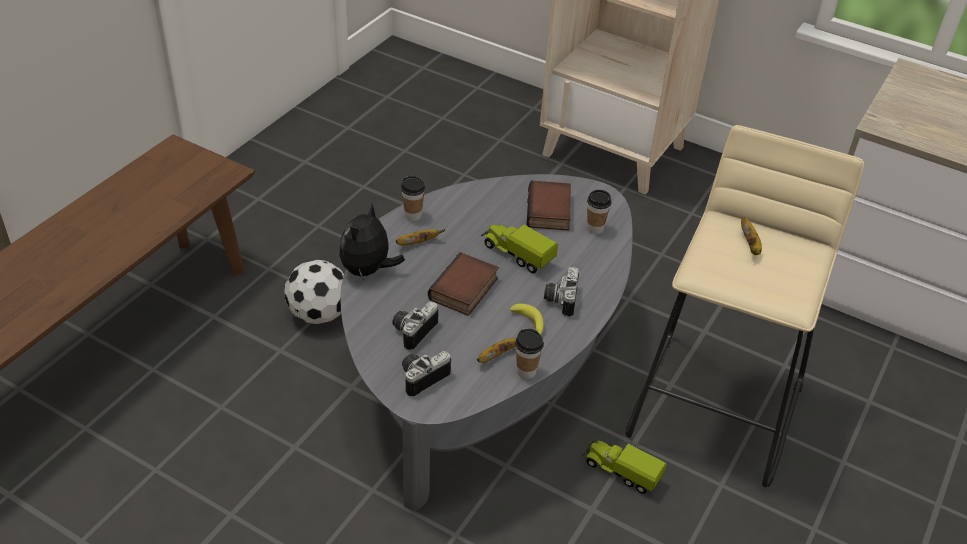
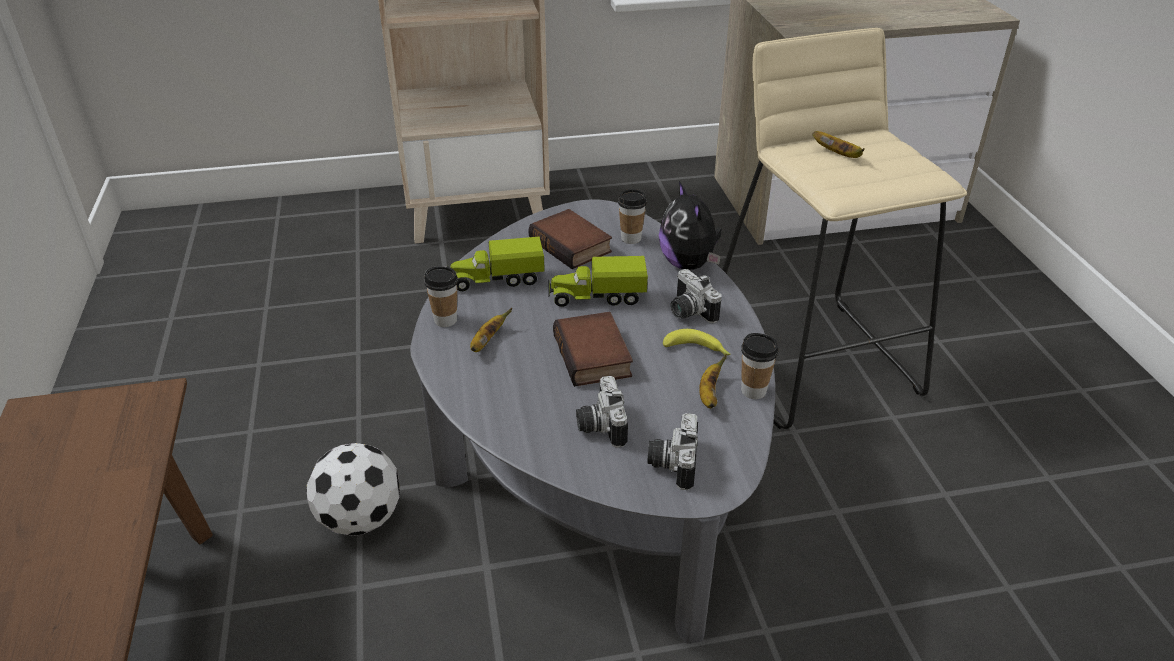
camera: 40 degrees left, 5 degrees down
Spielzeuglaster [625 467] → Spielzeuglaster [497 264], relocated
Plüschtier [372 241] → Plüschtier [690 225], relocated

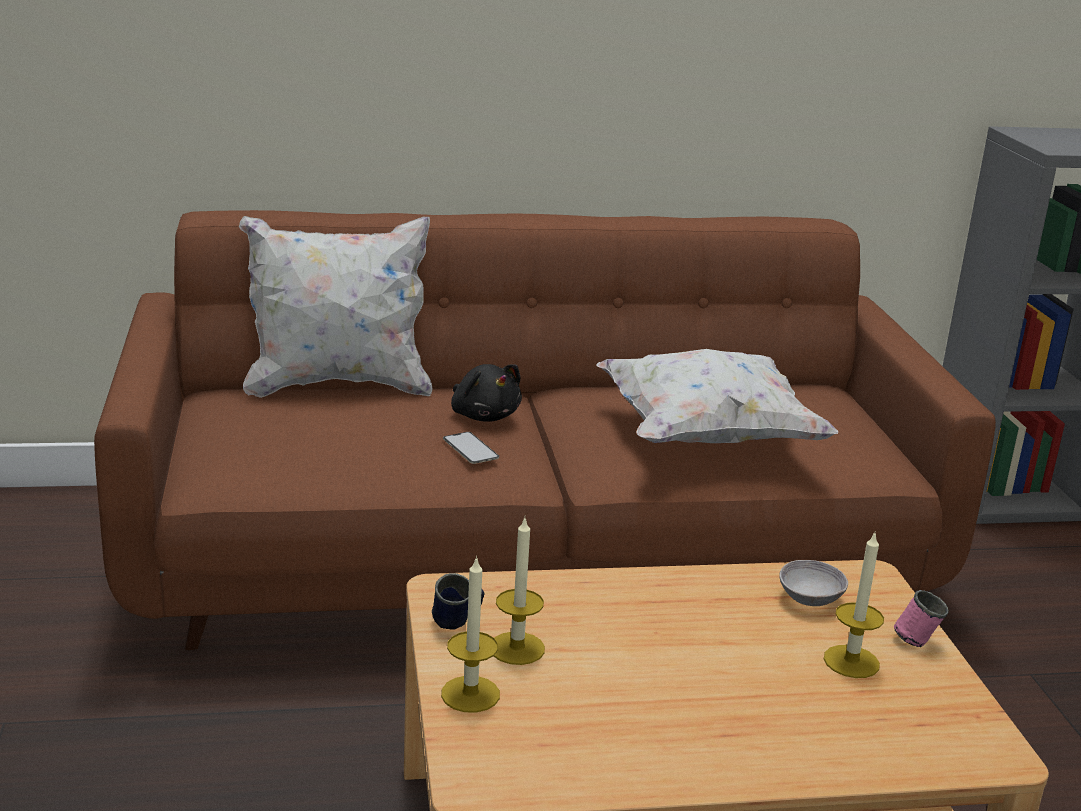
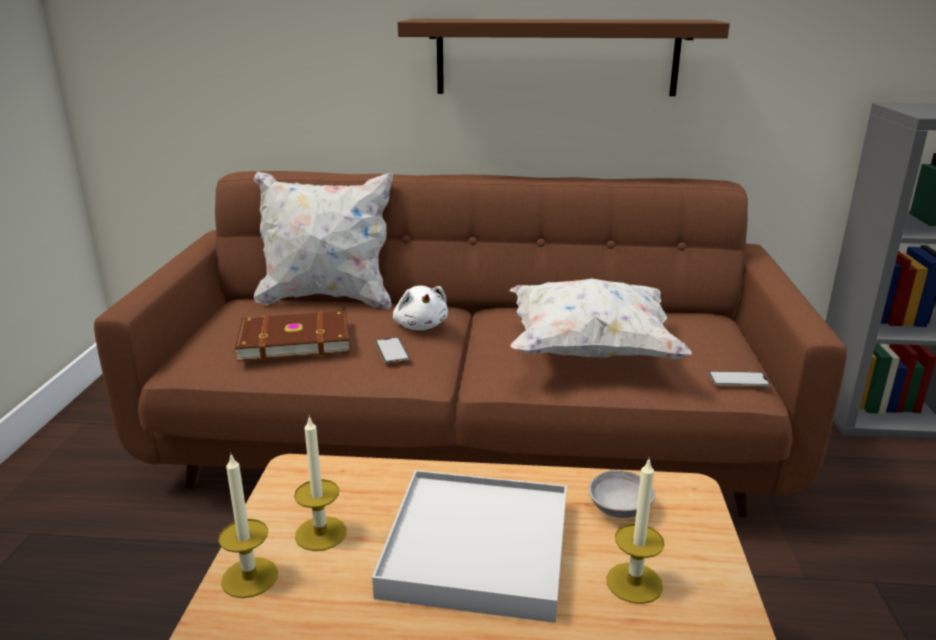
camera: 15 degrees right, 0 degrees up
- → Buch [braun] [292 336]
- → Tablett [weiß] [469 546]
Plüschtier [schwarz] [486 393] → Plüschtier [weiß] [420 308]
- → Wandregal [braun] [564 57]
- → Handy [739 378]
Henkelbecher [blau] [458 601] → -
Henkelbecher [rosa] [921 618] → -

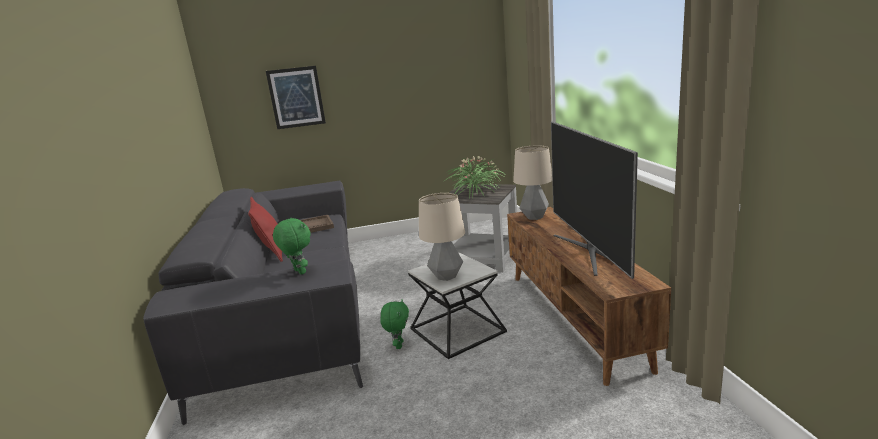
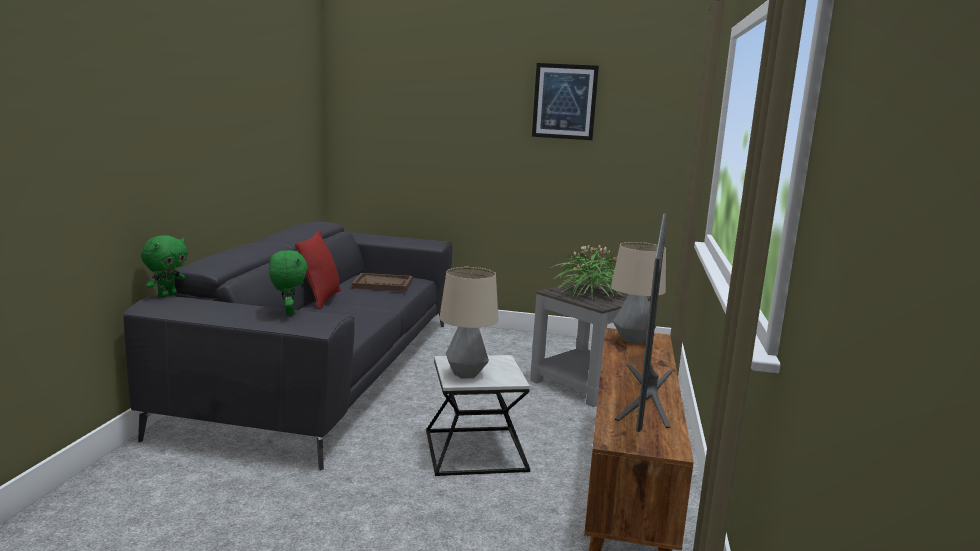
camera: 20 degrees right, 5 degrees down
Plüschtier [grün] [394 324] → Plüschtier [grün] [164 266], relocated
Bild [296 97] → Bild [565 101], relocated

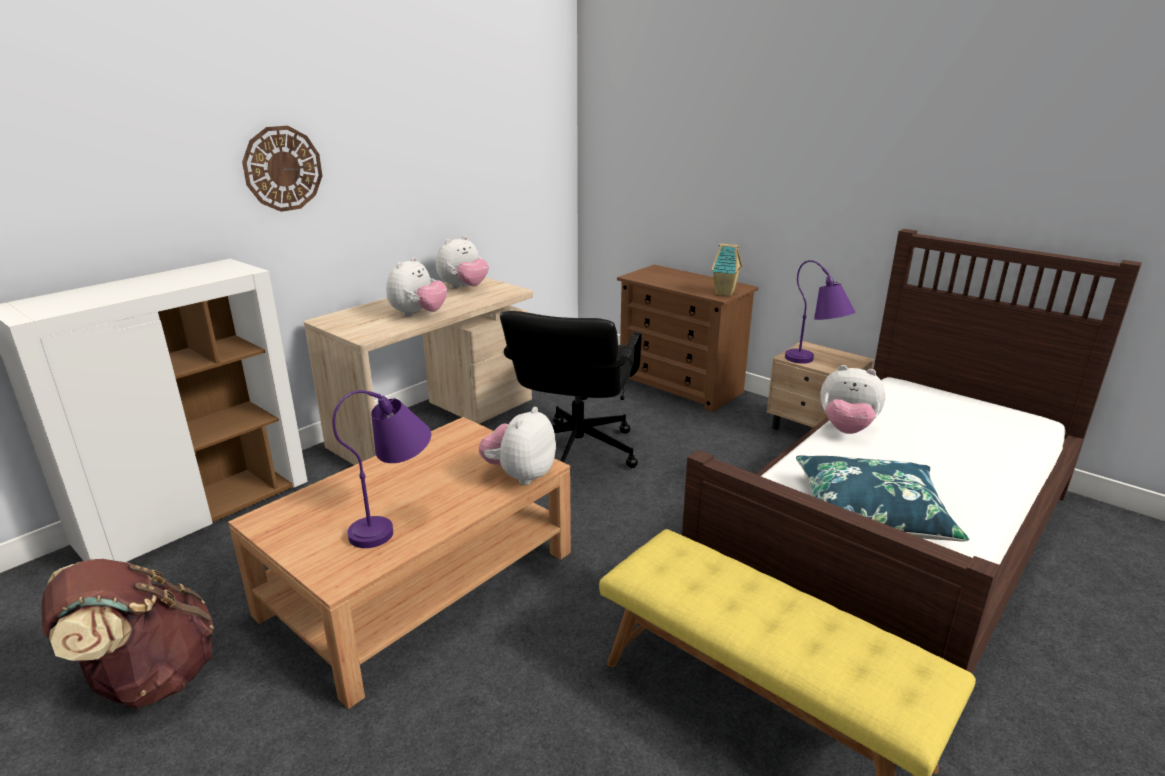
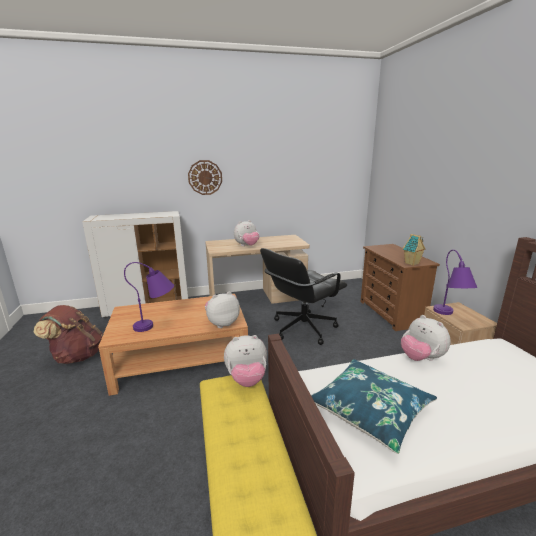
camera: 35 degrees right, 5 degrees down
Plüschtier [462 262] → Plüschtier [245 361], relocated

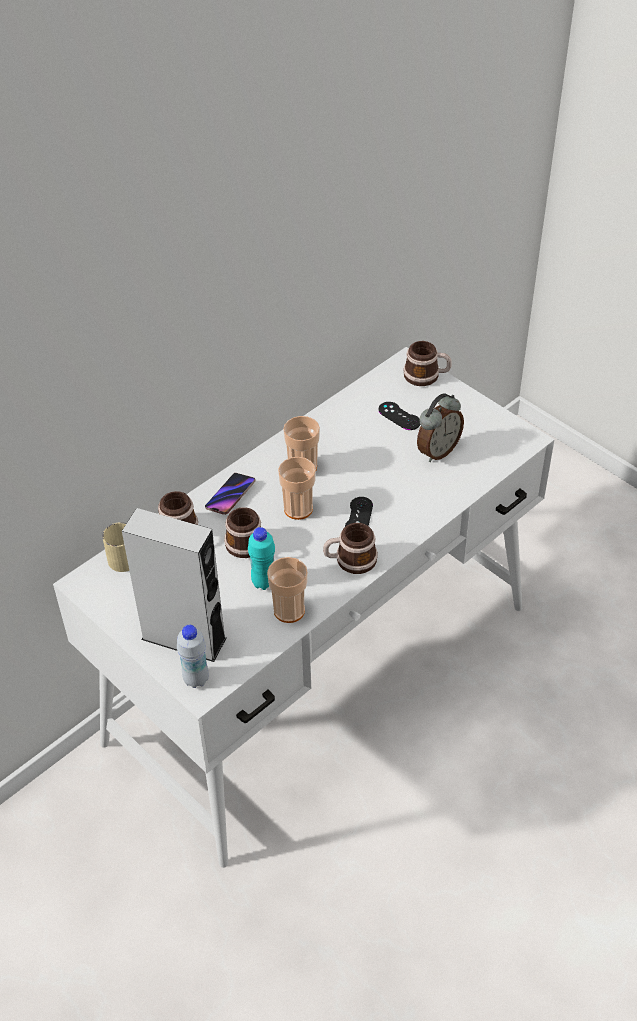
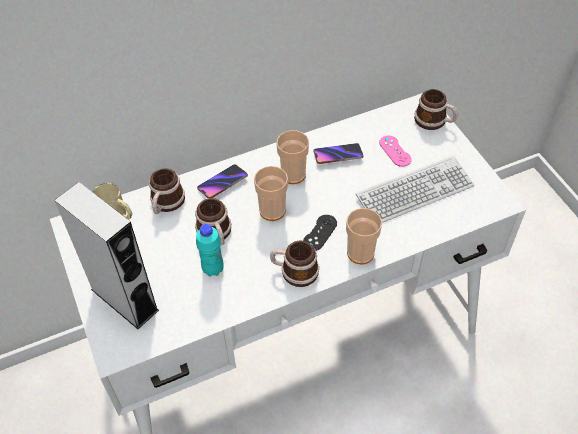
camera: 20 degrees right, 5 degrees up
- → Handy [338 153]
Tasse [287 590] → Tasse [364 236], relocated
Wecker [440 427] → Tastatur [415 189]
Gamepad [schwarz] [399 416] → Gamepad [rosa] [395 151]
Flasche [weiß] [193 656] → -

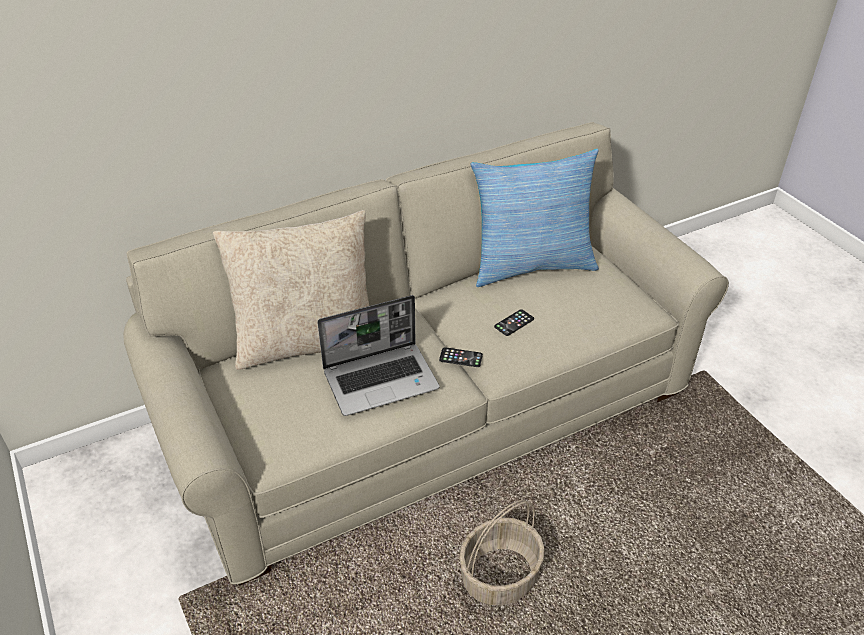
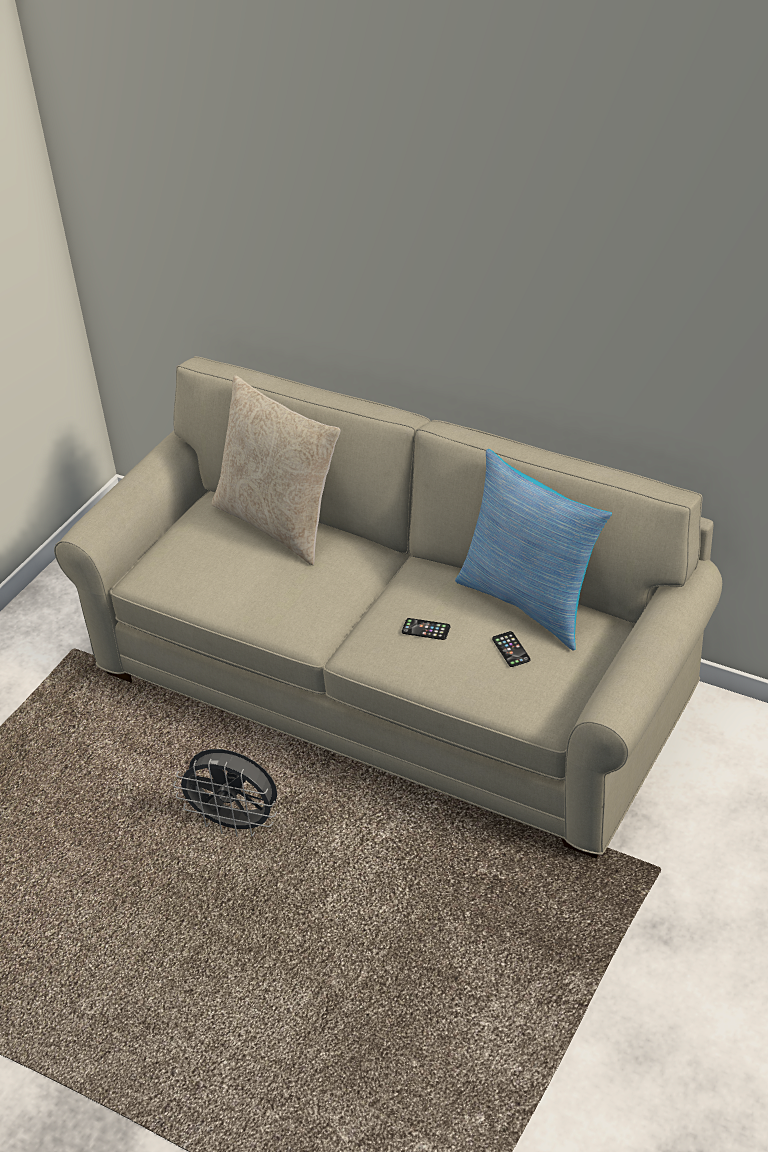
camera: 60 degrees right, 0 degrees up
Korb [502 552] → Ventilator [grau] [225 793]
Handy [461 357] → Handy [511 649], relocated
Laptop [378 355] → -

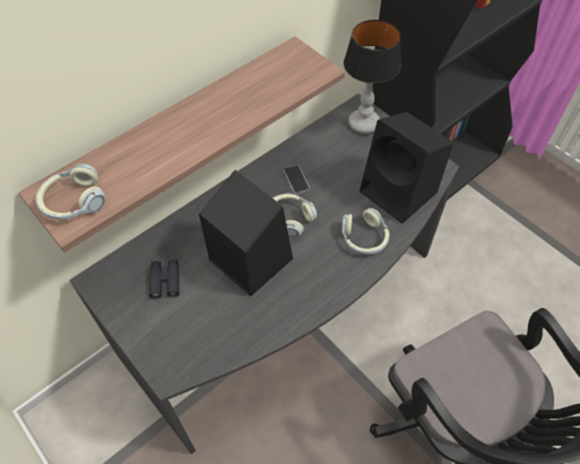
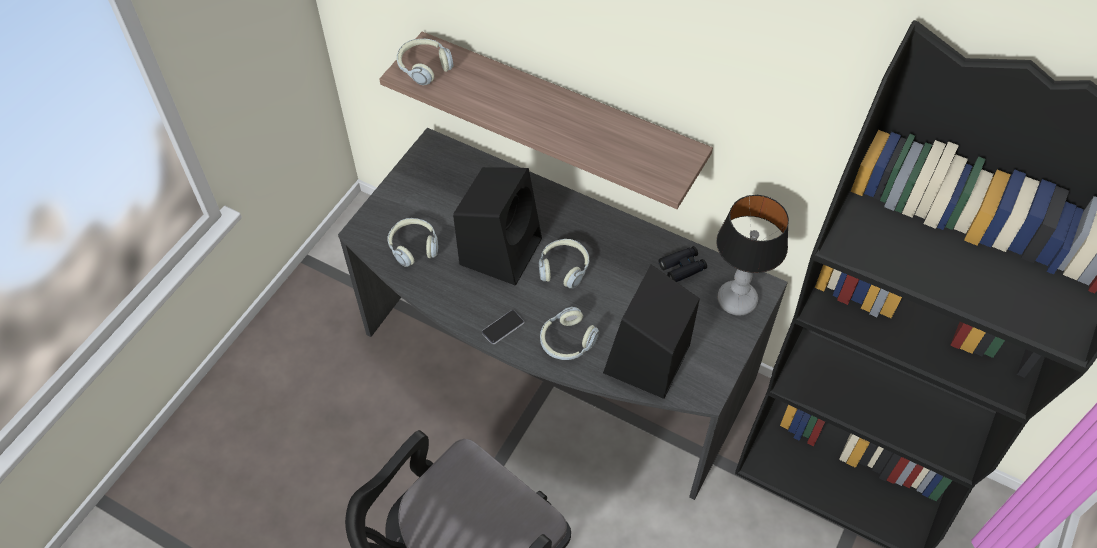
camera: 70 degrees right, 0 degrees up
- → Kopfhörer [412 242]
Handy [296 179] → Handy [503 327], relocated
Fernglas [schwarz] [164 279] → Fernglas [schwarz] [683 264], relocated

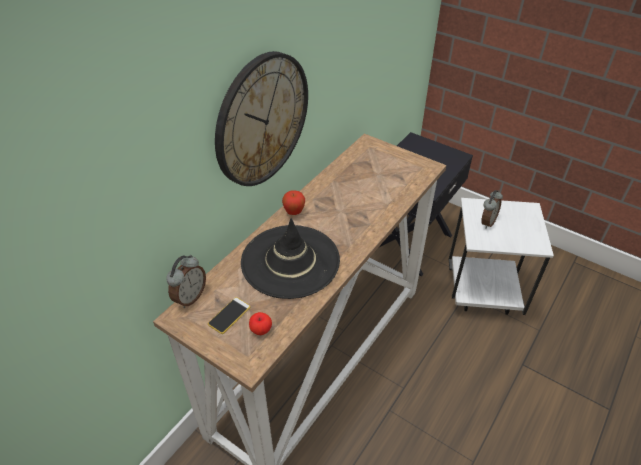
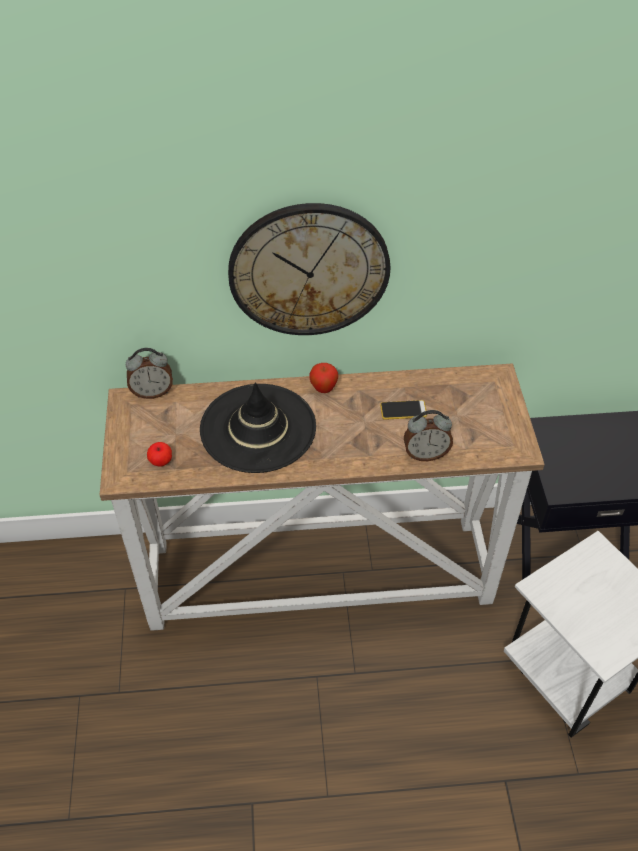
camera: 50 degrees right, 5 degrees up
Handy [229 315] → Handy [403 410], relocated
Wecker [492 209] → Wecker [428 435], relocated

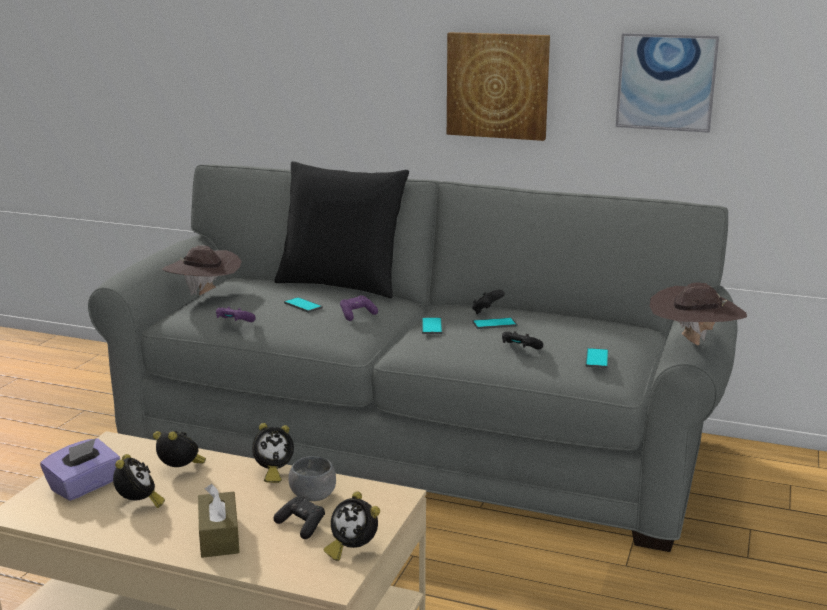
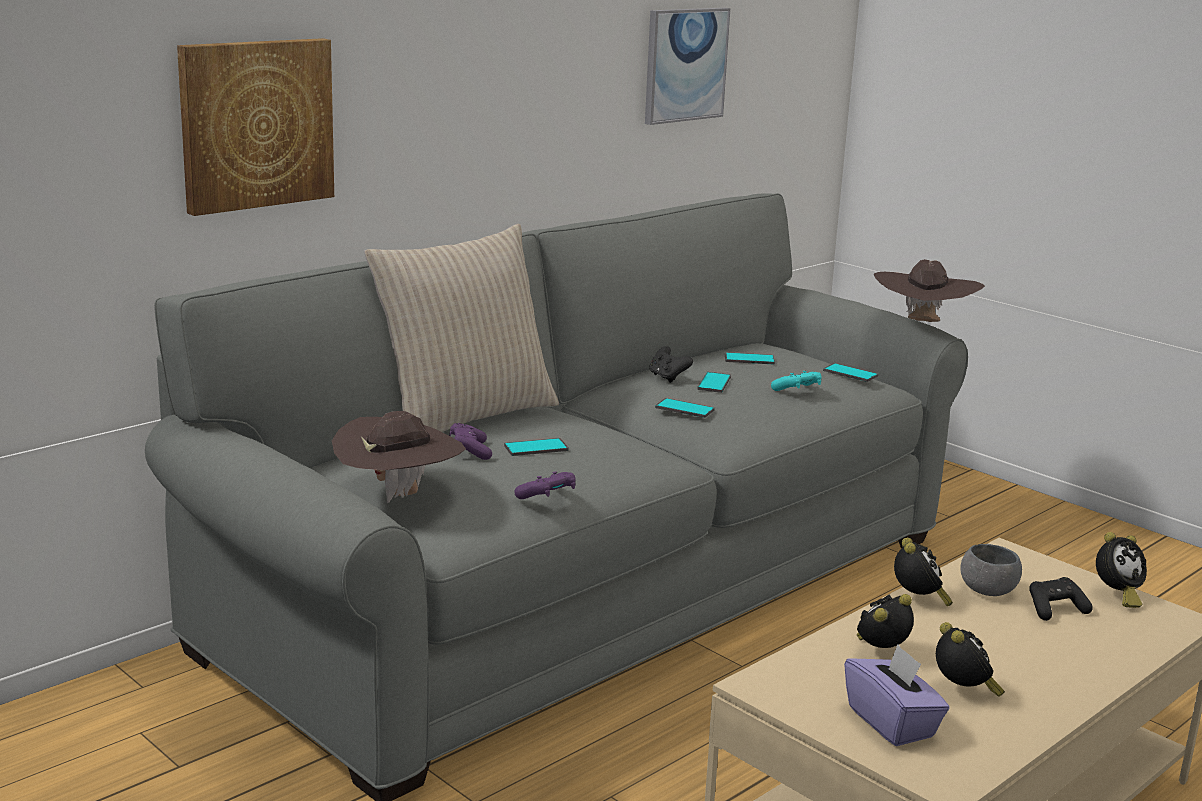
camera: 65 degrees left, 0 degrees up
Bild [498 86] → Bild [255 127], relocated
Kissen [schwarz] [341 229] → Kissen [beige] [461 328]
Gamepad [lila] [359 308] → Gamepad [lila] [470 441], relocated
- → Handy [750 358]
Gamepad [schwarz] [522 340] → Gamepad [türkis] [796 381]
Wecker [139 481] → Wecker [970 659], 60 degrees clockwise
Taschentuchbox [braun] [219 521] → -

